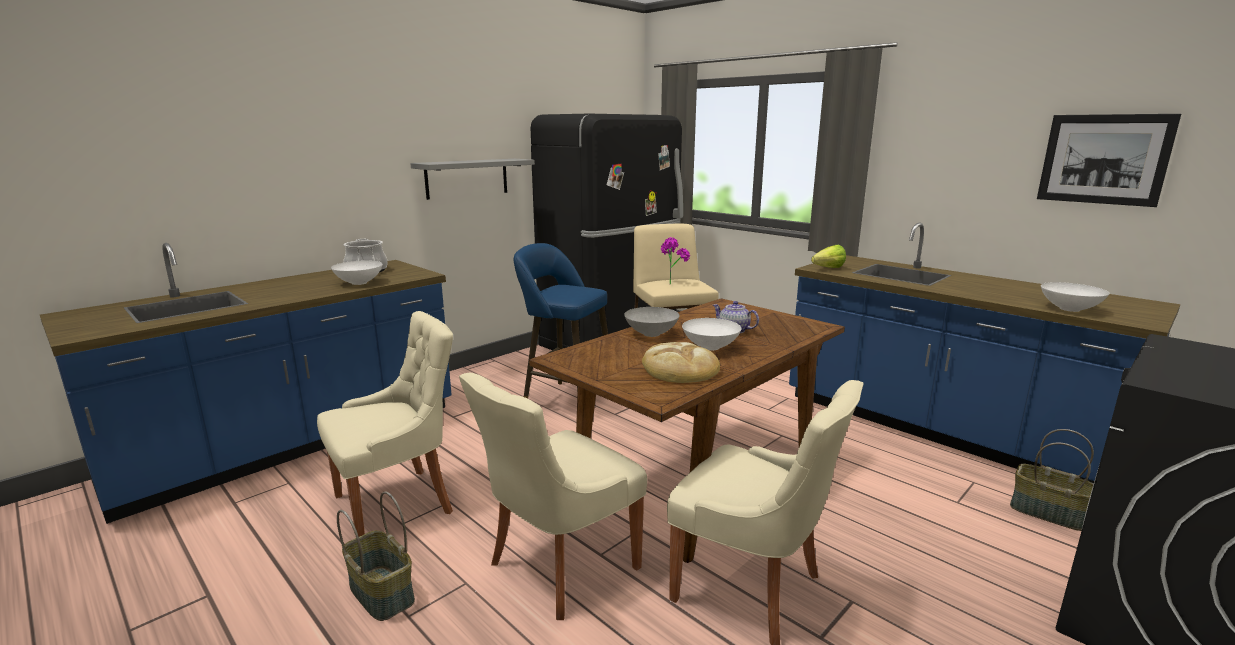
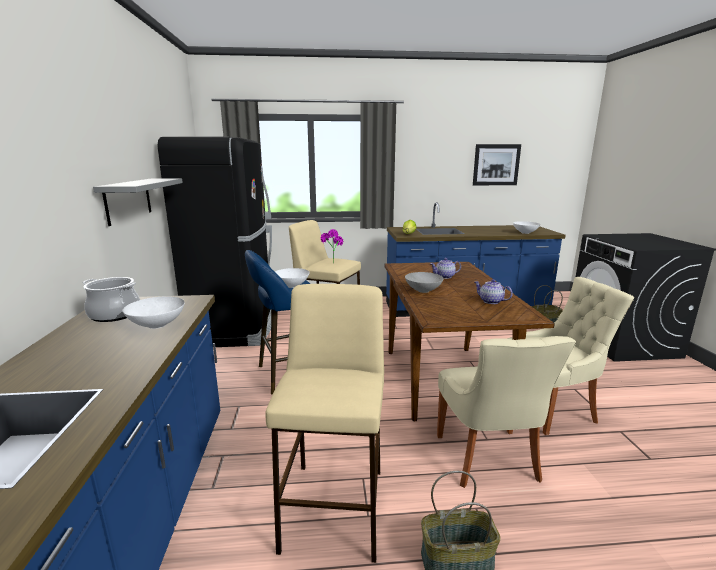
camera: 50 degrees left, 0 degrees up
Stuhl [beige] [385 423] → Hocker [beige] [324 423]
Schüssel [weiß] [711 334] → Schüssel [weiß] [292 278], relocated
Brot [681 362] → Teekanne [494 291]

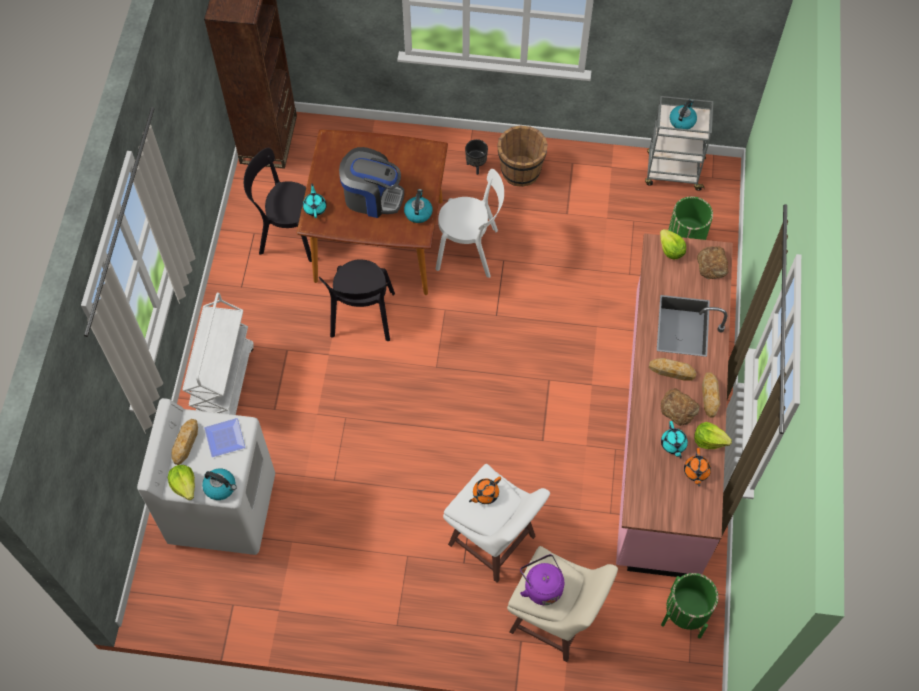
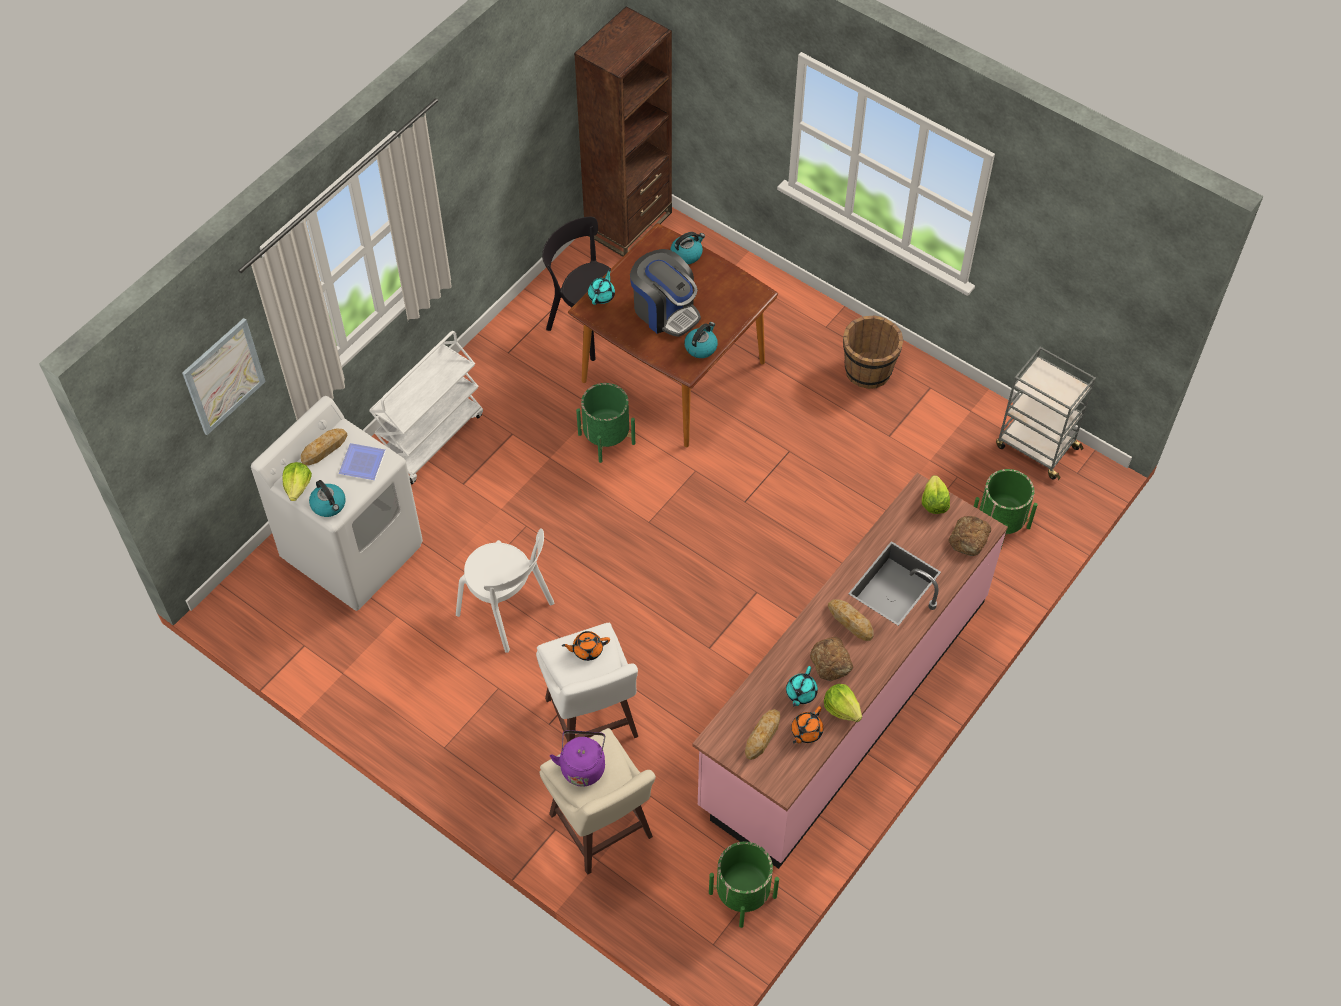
camera: 30 degrees right, 5 degrees down
- → Bild [224 376]
Stuhl [weiß] [470 223] → Stuhl [weiß] [505 590], relocated
Stuhl [schwarz] [357 300] → Pflanzkübel [grün] [605 423]
Wasserkessel [683 114] → Wasserkessel [688 248], relocated
Brot [711 395] → Brot [762 734], relocated
Pflanzkübel [schwarz] [476 157] → -

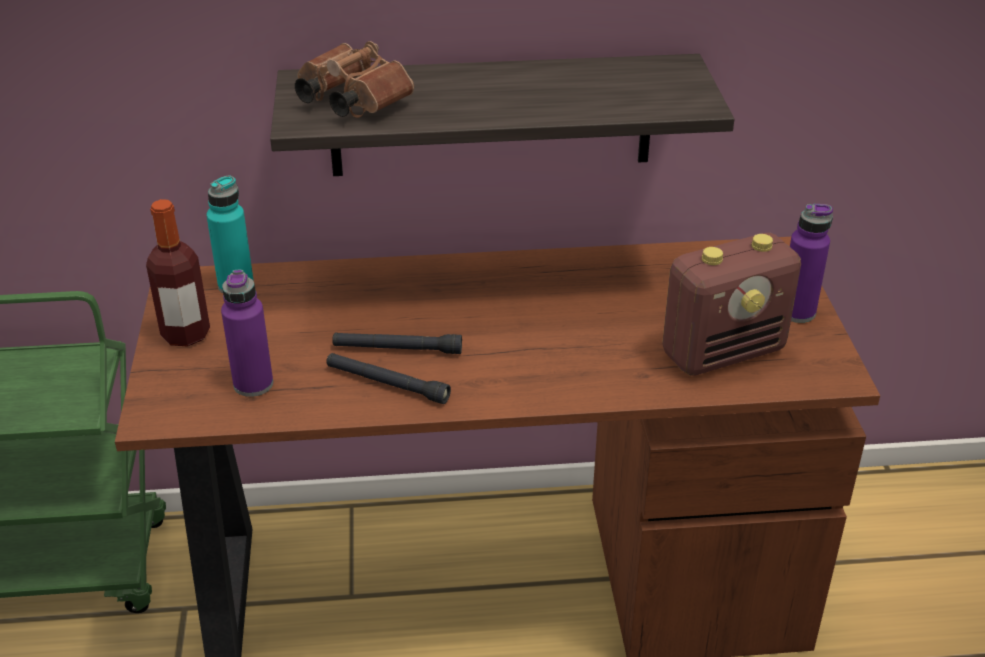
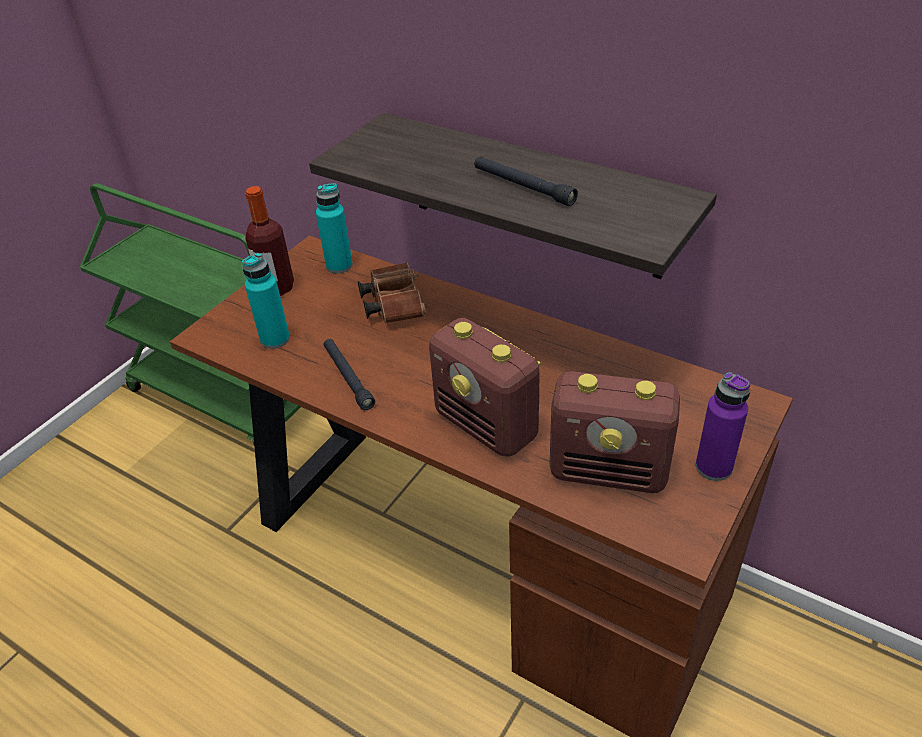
camera: 40 degrees right, 5 degrees up
Flasche [lila] [247 333] → Flasche [türkis] [266 301]
Fernglas [braun] [354 79] → Fernglas [braun] [392 292], relocated
- → Radio [485 387]
Taschenlampe [schwarz] [397 343] → Taschenlampe [schwarz] [526 181], relocated

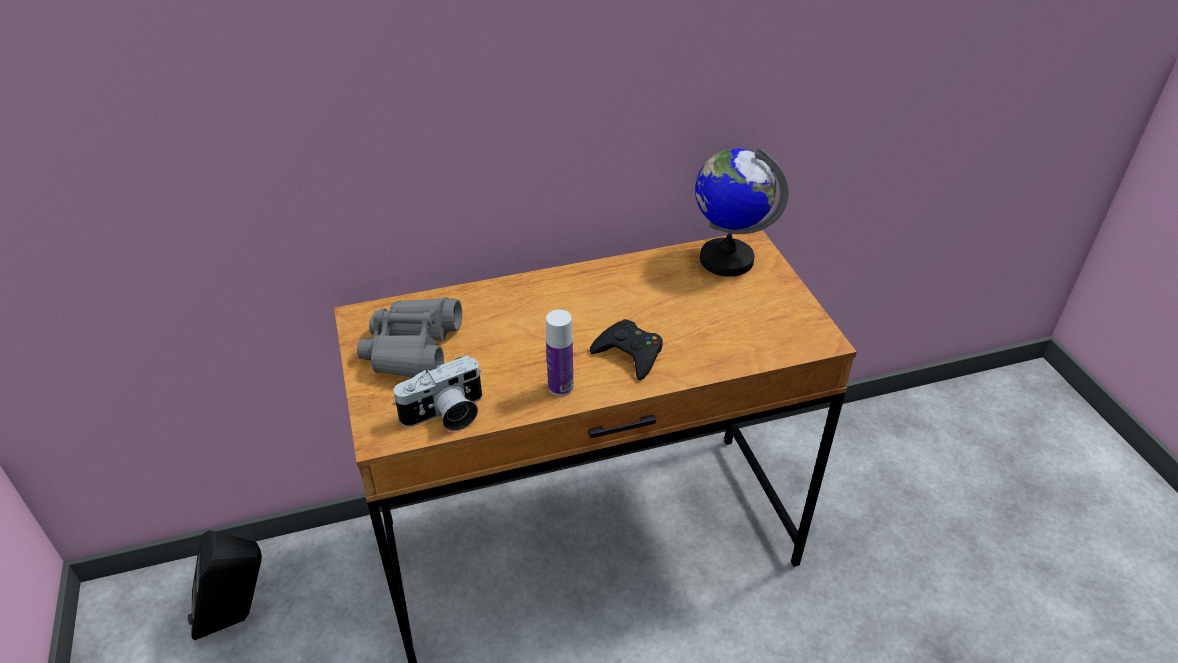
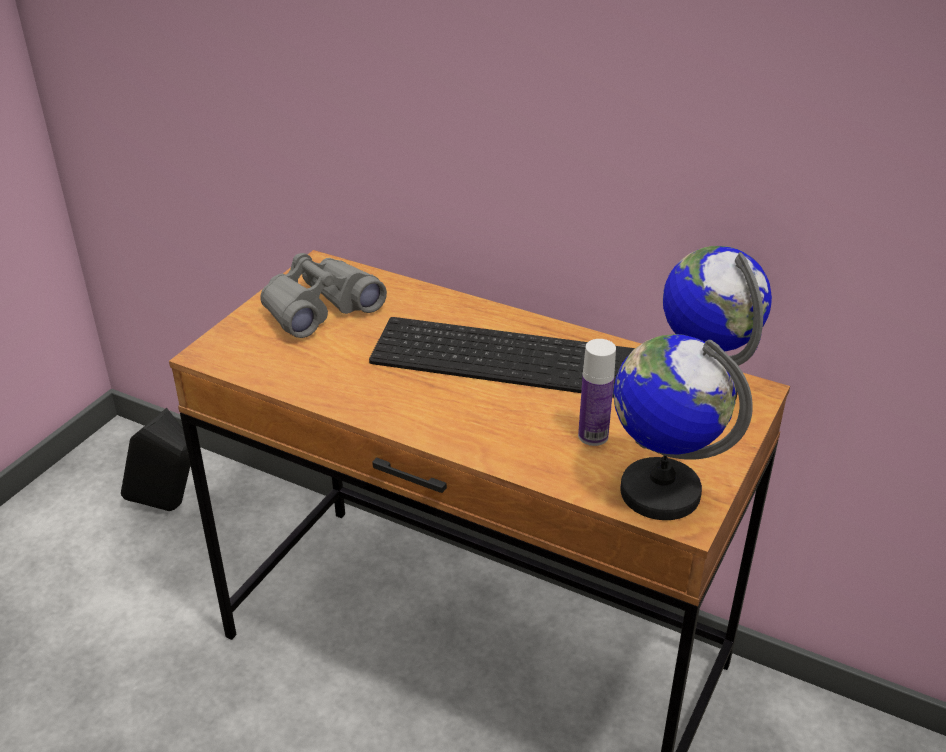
camera: 45 degrees right, 5 degrees down
- → Tastatur [502 357]
Flasche [559 353] → Flasche [597 392], relocated
- → Globus [683 427]
Kamera [437 393] → -
Gamepad [schwarz] [626 349] → -

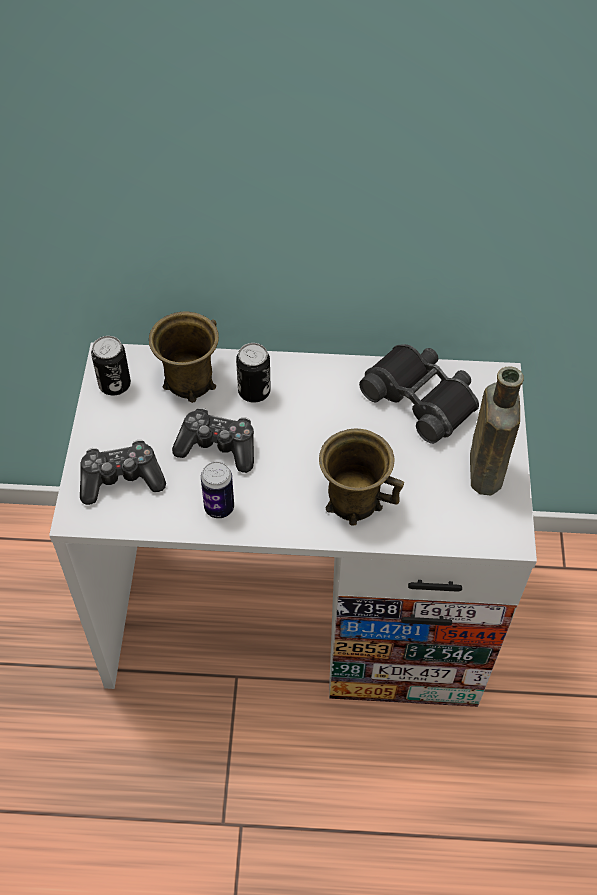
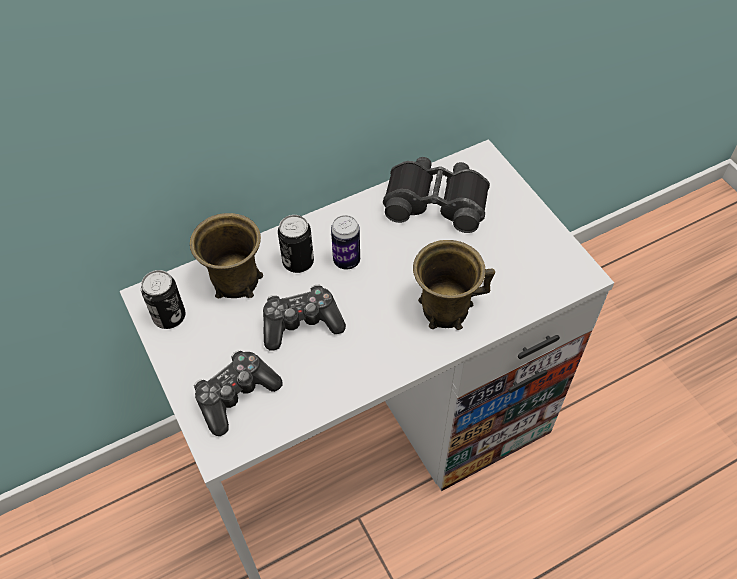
camera: 30 degrees left, 0 degrees up
Dose [217 490] → Dose [345 242], relocated
Flasche [braun] [497 430] → -

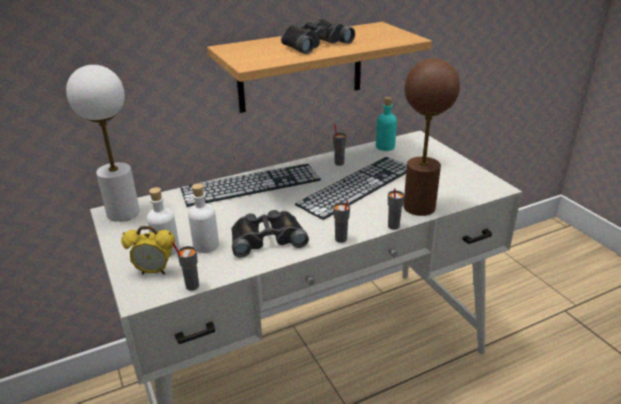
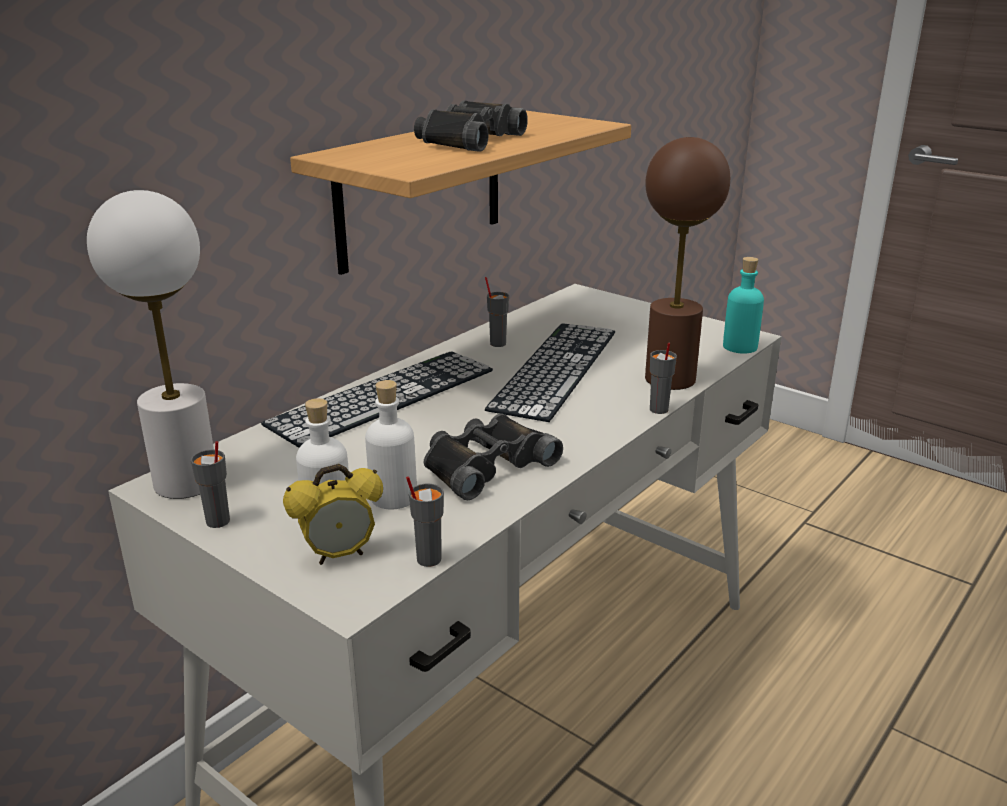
camera: 25 degrees left, 5 degrees down
Tasse [grau] [341 221] → Tasse [grau] [210 484], relocated
Flasche [türkis] [386 124] → Flasche [türkis] [743 305], relocated

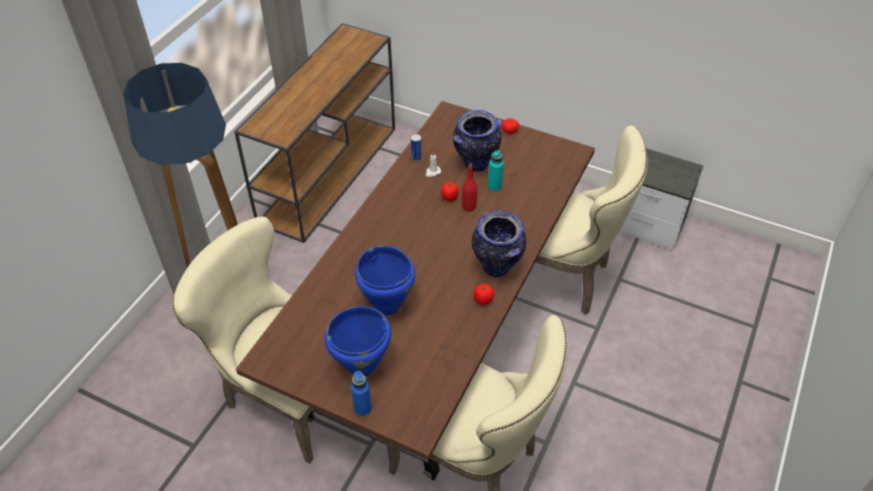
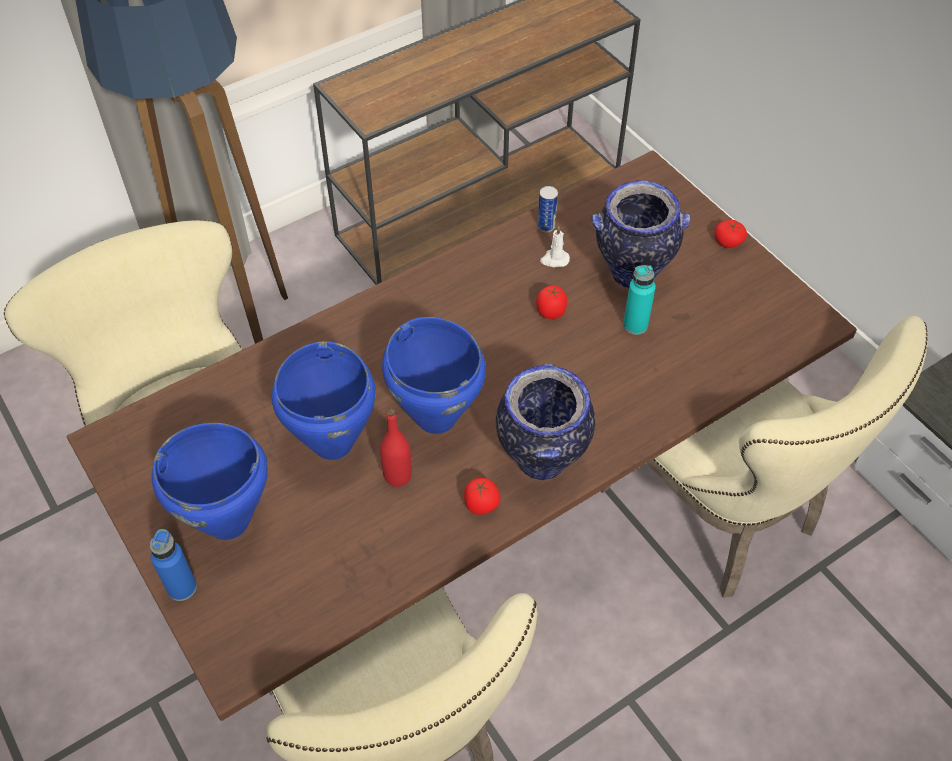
camera: 30 degrees right, 5 degrees up
Flasche [rot] [469 188] → Flasche [rot] [396 448], relocated
- → Kochtopf [blau] [434 375]

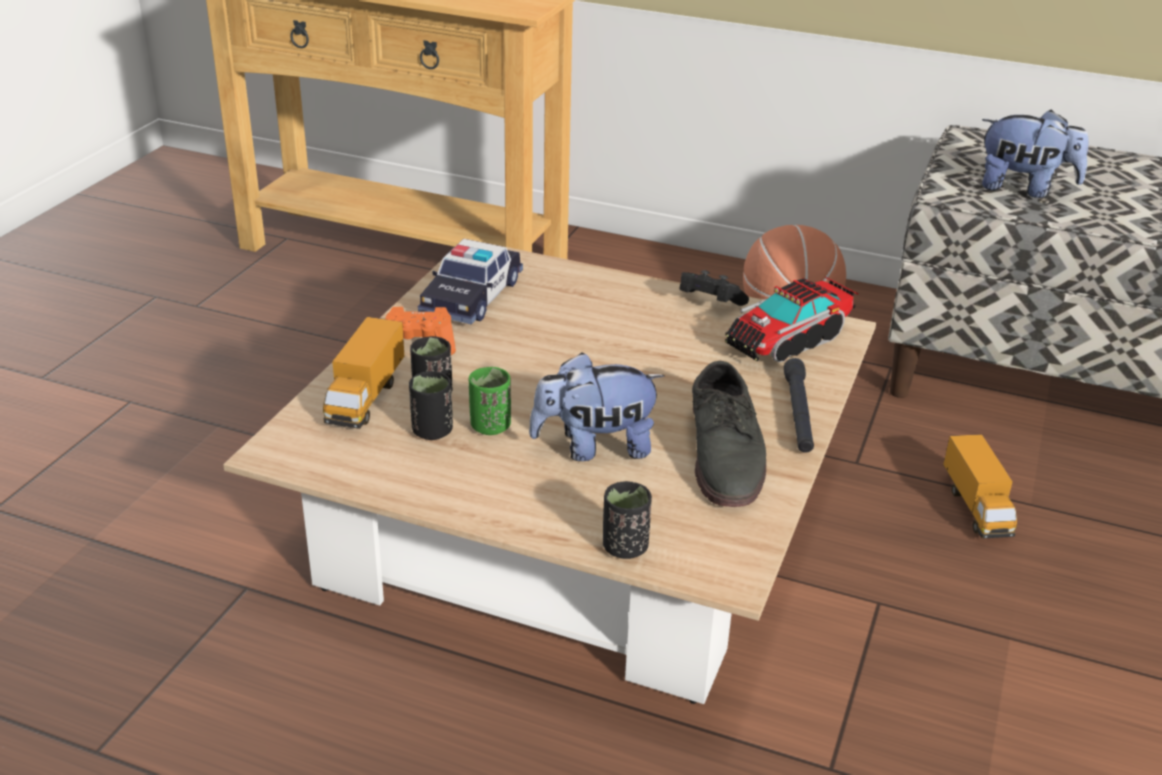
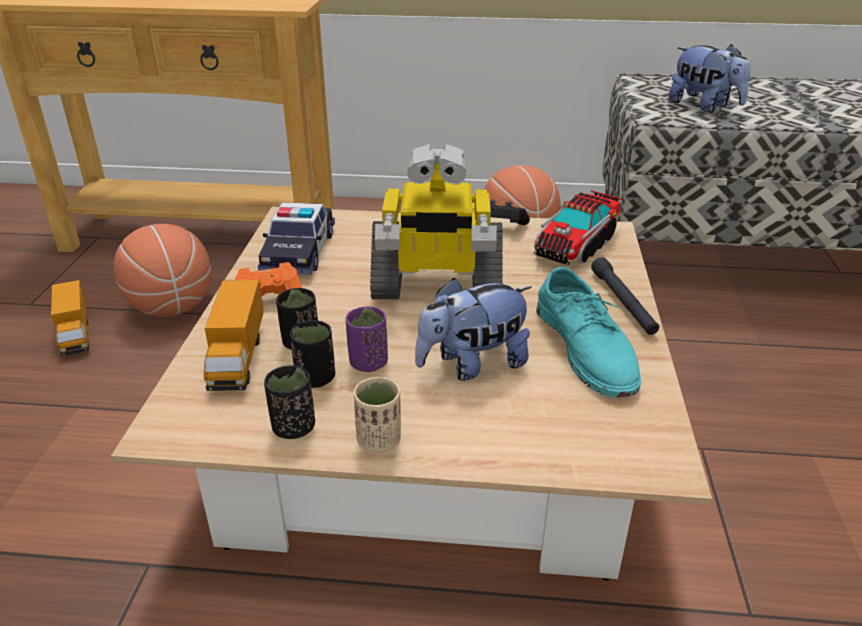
camera: 15 degrees left, 0 degrees up
Spielzeuglaster [980 486] → Spielzeuglaster [70 318], relocated
- → Basketball [162 270]
Tasse [schwarz] [627 520] → Tasse [schwarz] [289 402], relocated
Tasse [grün] [490 401] → Tasse [lila] [366 339]
- → Tasse [beige] [377 415]
- → Spielzeugroboter [436 221]
Schuh [grau] [729 434] → Schuh [türkis] [588 332]
Plüschtier [1035 153] → Plüschtier [709 78], 45 degrees clockwise

